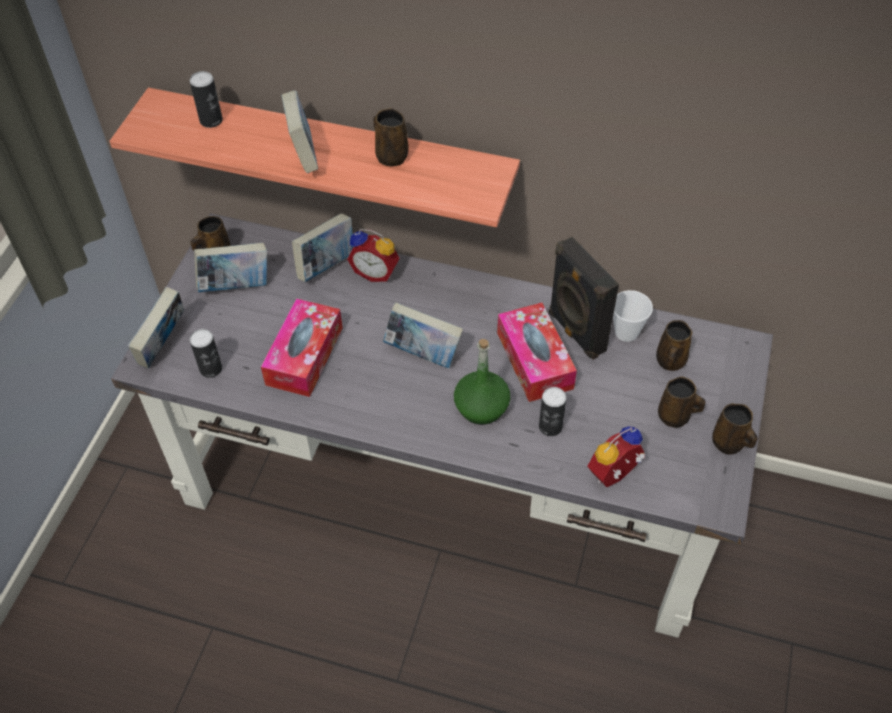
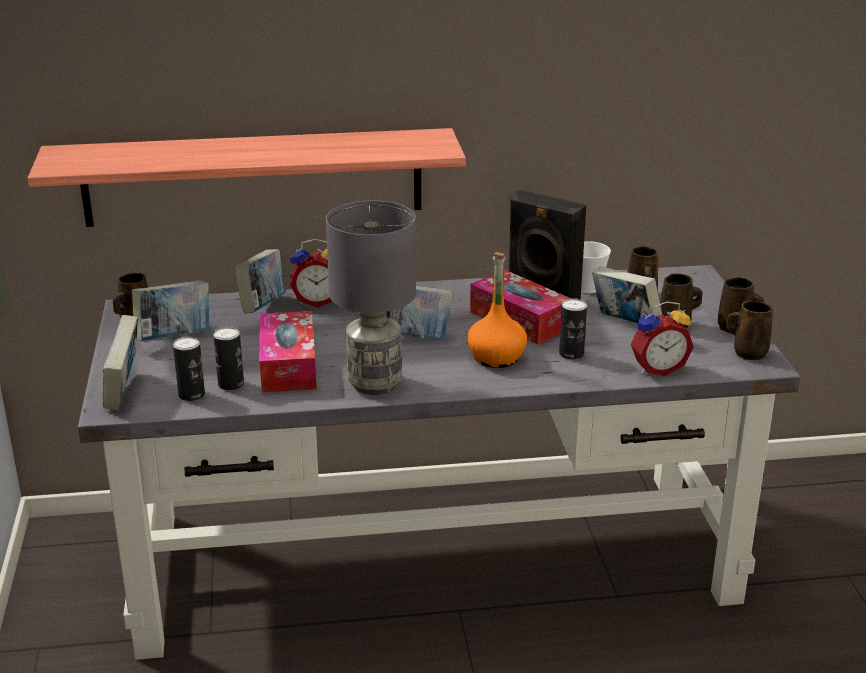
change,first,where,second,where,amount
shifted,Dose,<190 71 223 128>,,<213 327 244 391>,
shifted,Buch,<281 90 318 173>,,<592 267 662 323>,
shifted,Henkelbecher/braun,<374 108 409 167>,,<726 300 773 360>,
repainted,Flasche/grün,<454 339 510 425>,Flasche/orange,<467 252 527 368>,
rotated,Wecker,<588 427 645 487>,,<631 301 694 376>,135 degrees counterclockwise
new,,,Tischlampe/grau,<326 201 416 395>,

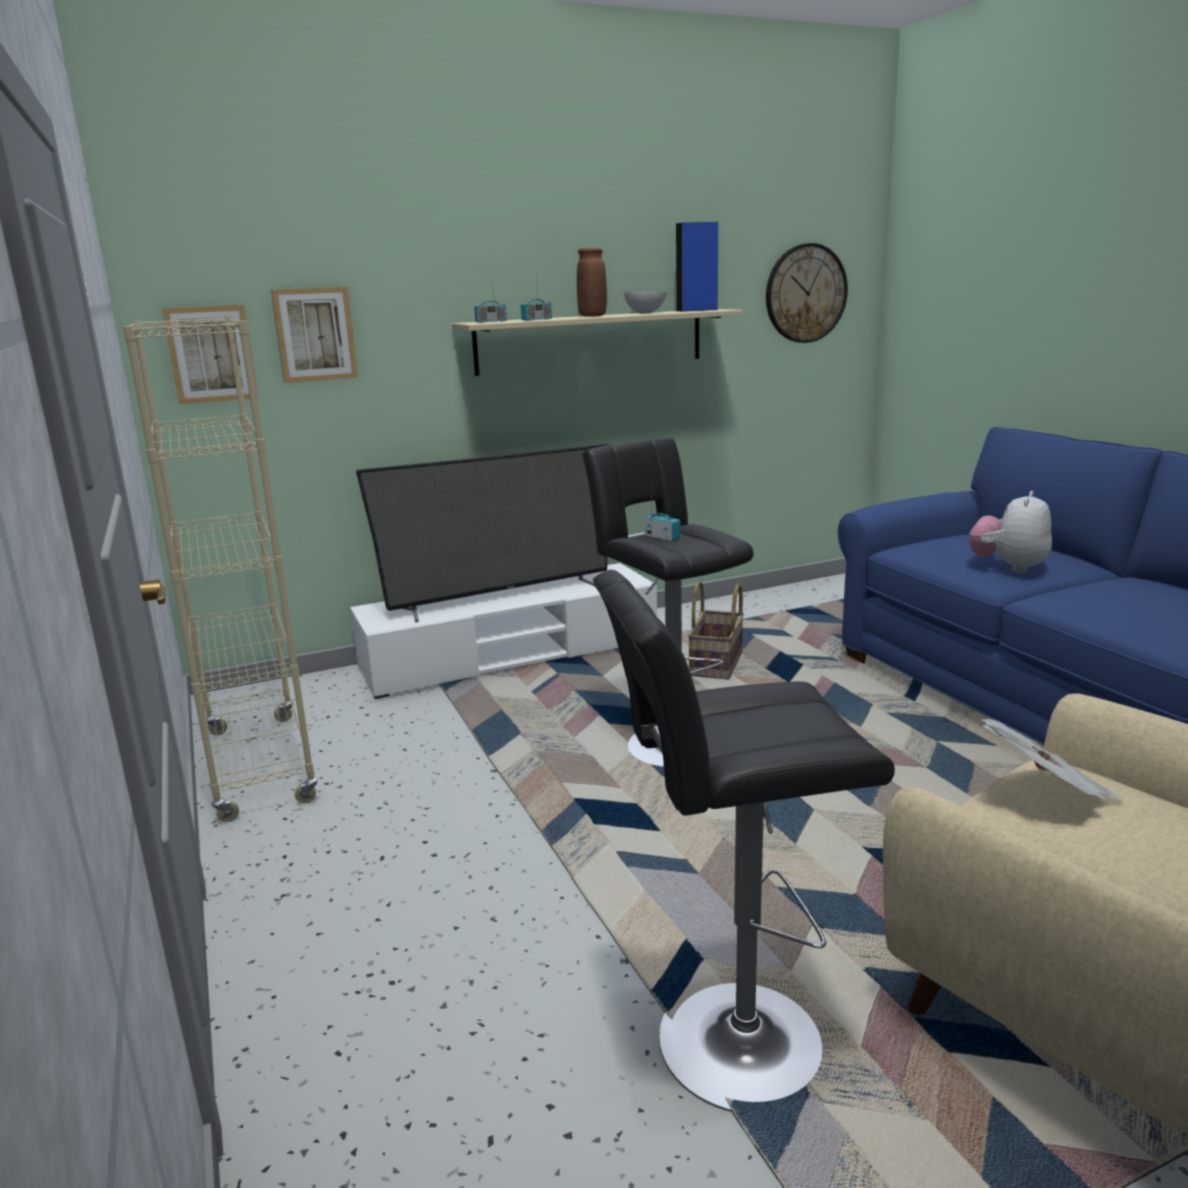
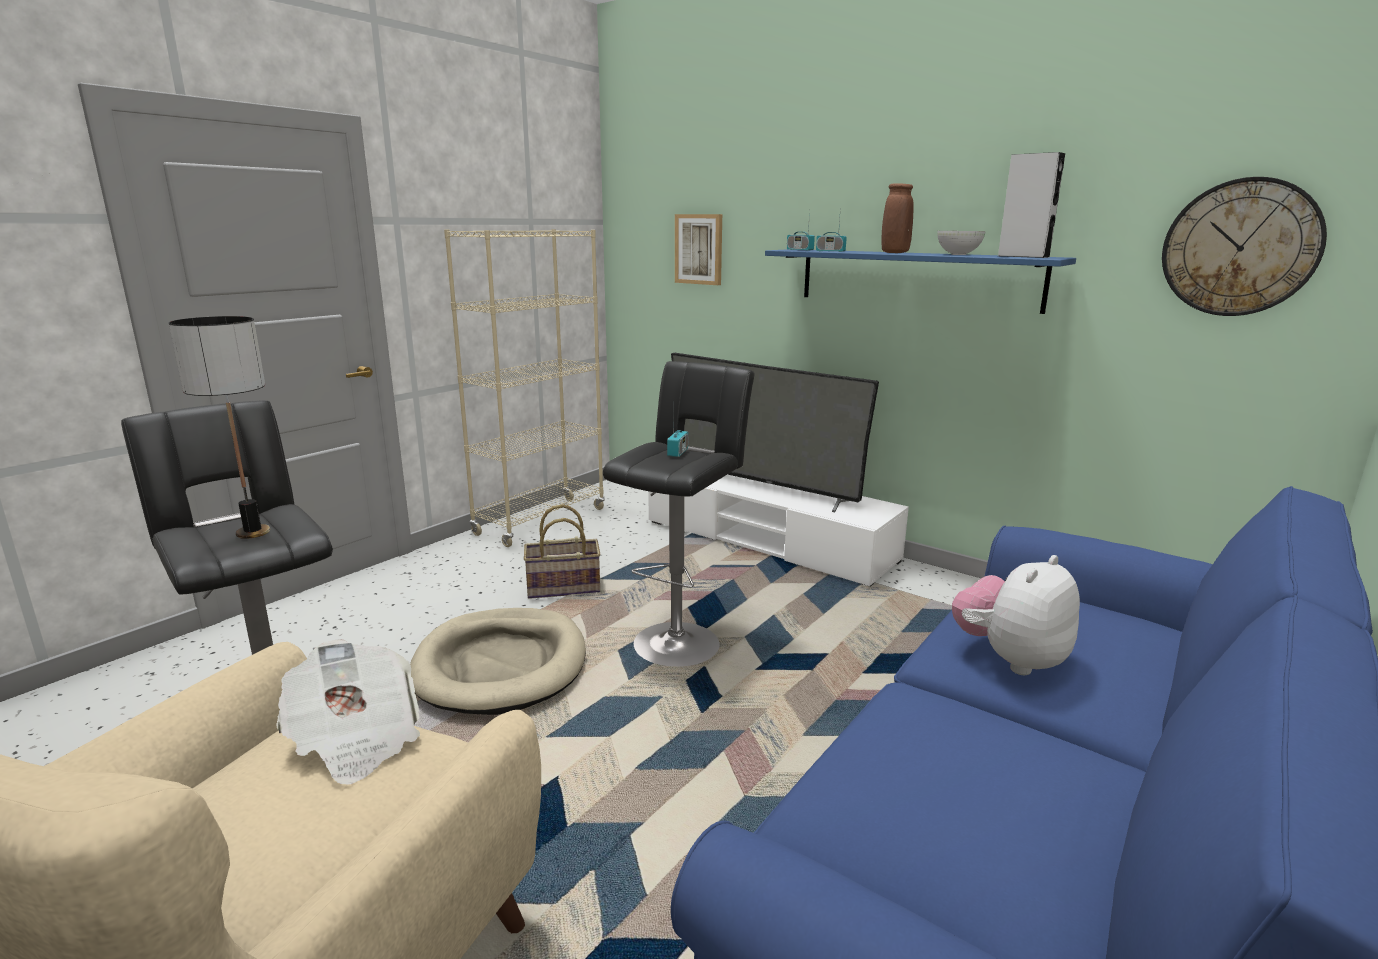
change,first,where,second,where,amount
repainted,Lautsprecher/blau,<676 222 718 312>,Lautsprecher/grau,<998 152 1065 258>,
gone,Bild,<162 305 258 404>,,,
repainted,Wandregal/beige,<452 309 743 376>,Wandregal/blau,<765 249 1076 314>,
rotated,Plüschtier,<969 491 1052 573>,,<952 555 1080 675>,45 degrees counterclockwise
shifted,Korb,<688 581 744 679>,,<524 504 601 599>,
new,,,Tischlampe,<169 316 270 539>,
new,,,Hundebett/beige,<410 608 586 715>,

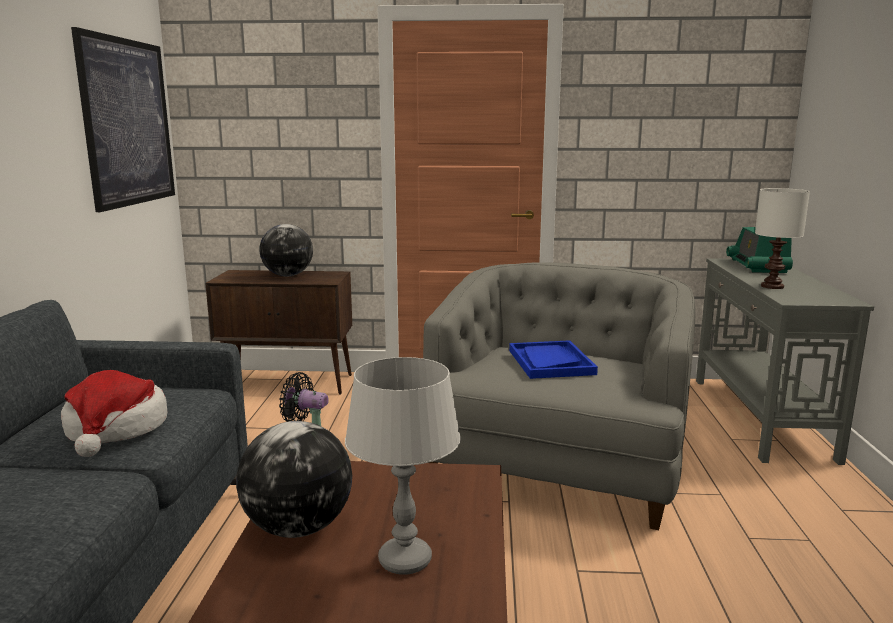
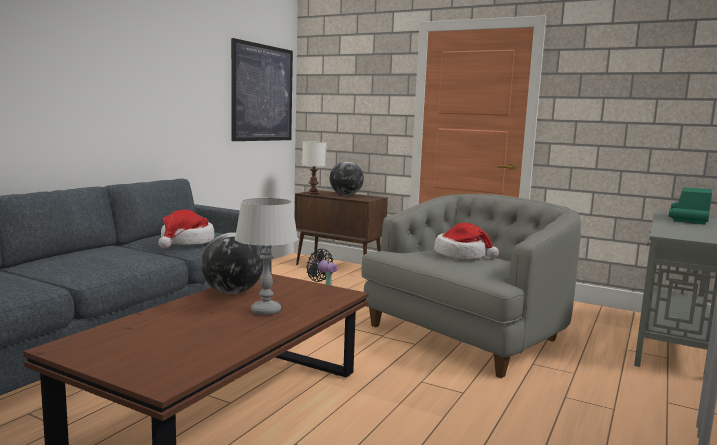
change,first,where,second,where,amount
shifted,Tischlampe/weiß,<755 188 810 289>,,<302 141 326 194>,
swapped,Tablett/blau,<509 340 598 379>,Hut,<434 223 499 259>,

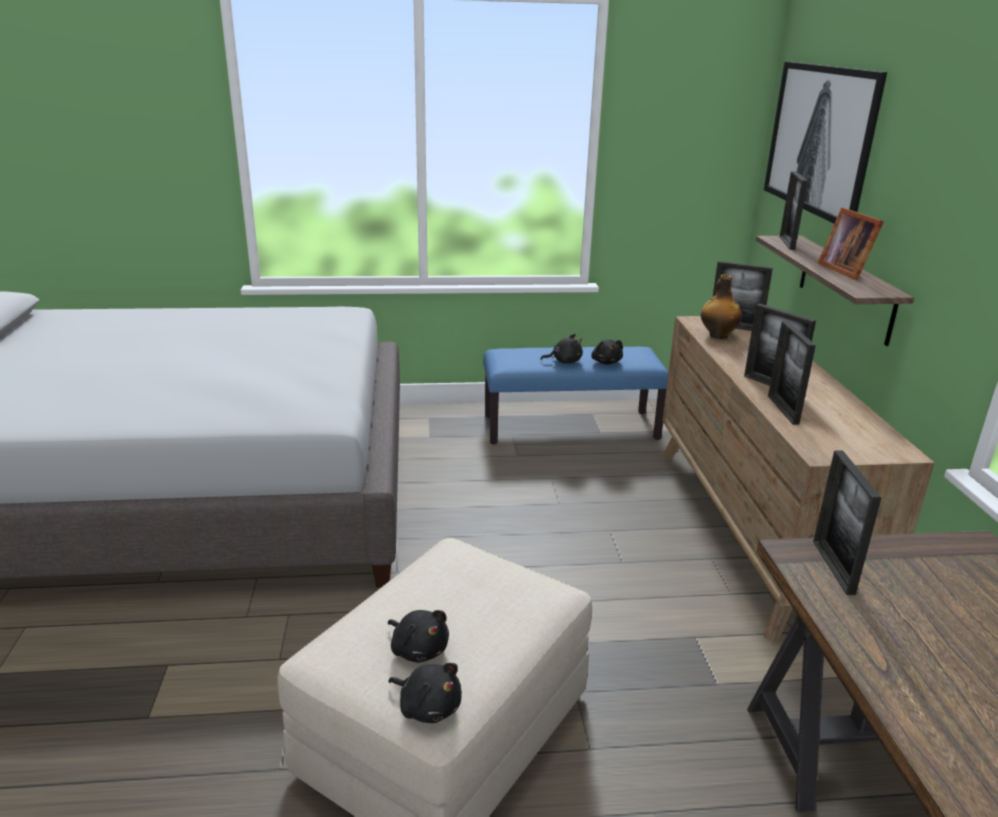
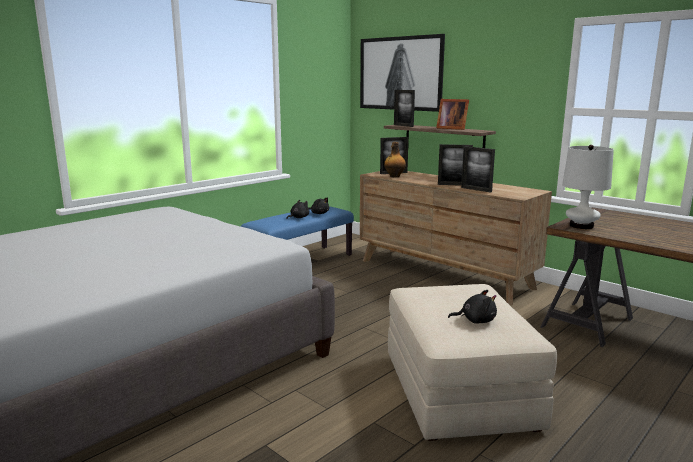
change,first,where,second,where,amount
swapped,Bilderrahmen,<813 451 882 595>,Tischlampe/weiß,<562 145 614 229>,
gone,Plüschtier/schwarz,<388 663 462 723>,,,

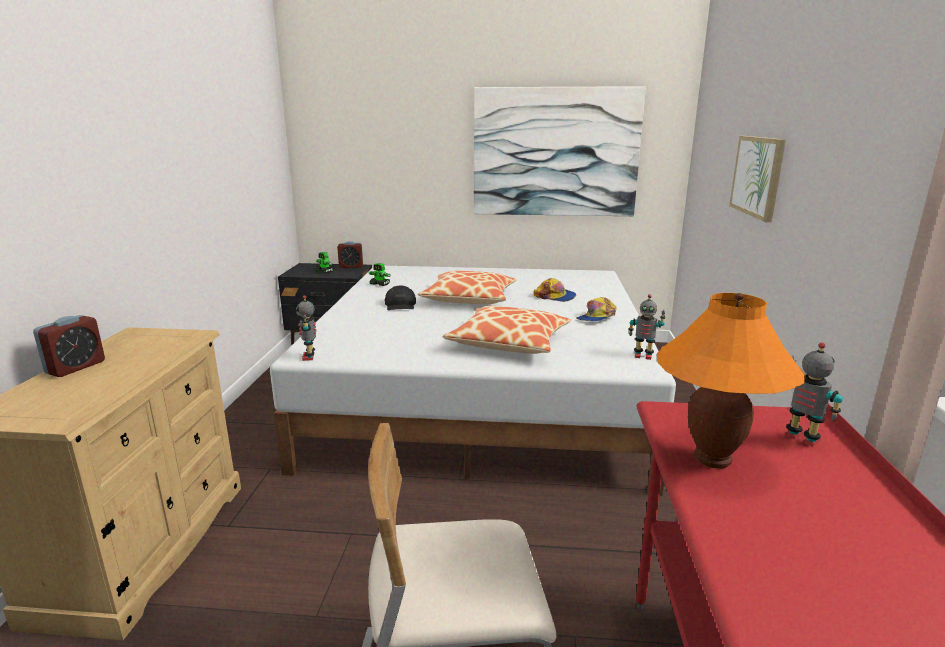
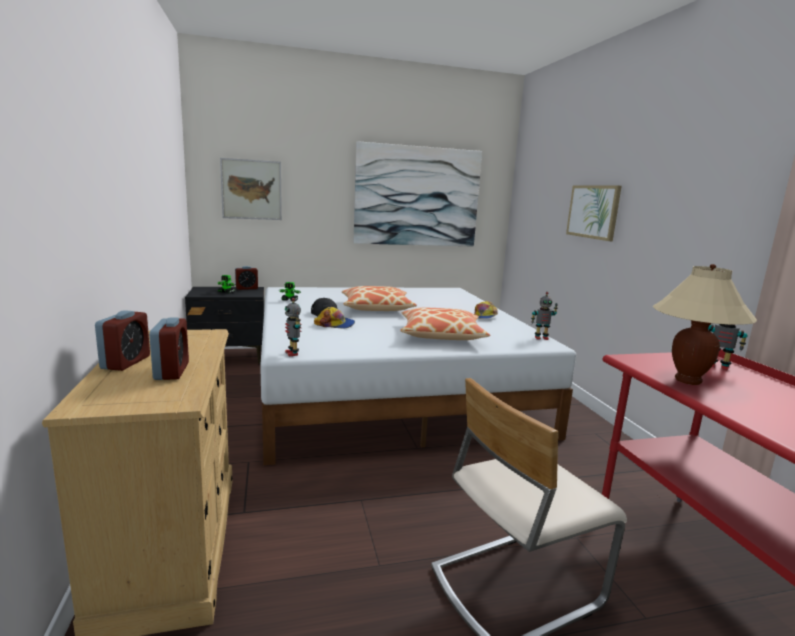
change,first,where,second,where,amount
shifted,Kappe,<534 278 576 302>,,<314 307 355 329>,
repainted,Tischlampe/orange,<657 293 806 469>,Tischlampe/beige,<653 264 757 385>,
new,,,Bild,<220 158 282 220>,
new,,,Wecker,<149 318 189 380>,

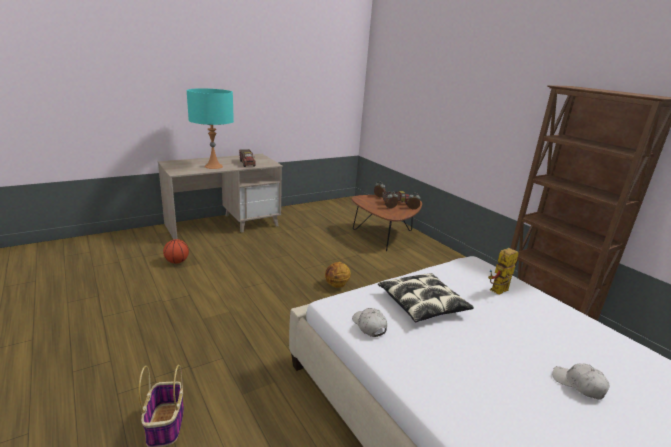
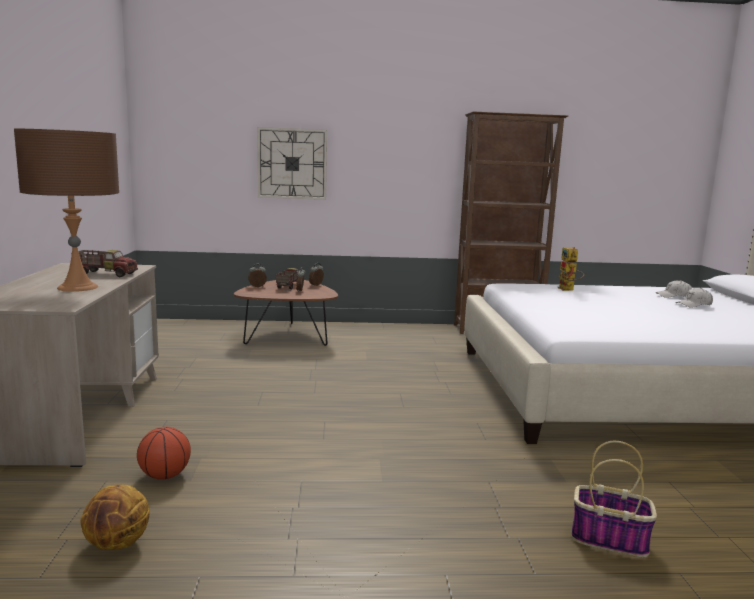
change,first,where,second,where,amount
repainted,Tischlampe/türkis,<187 88 234 169>,Tischlampe/braun,<14 129 119 292>,
shifted,Basketball,<325 262 351 288>,,<80 484 150 550>,
gone,Kissen,<378 273 474 323>,,,
shifted,Kappe/weiß,<352 308 387 337>,,<656 280 692 298>,
new,,,Wanduhr,<257 127 327 200>,

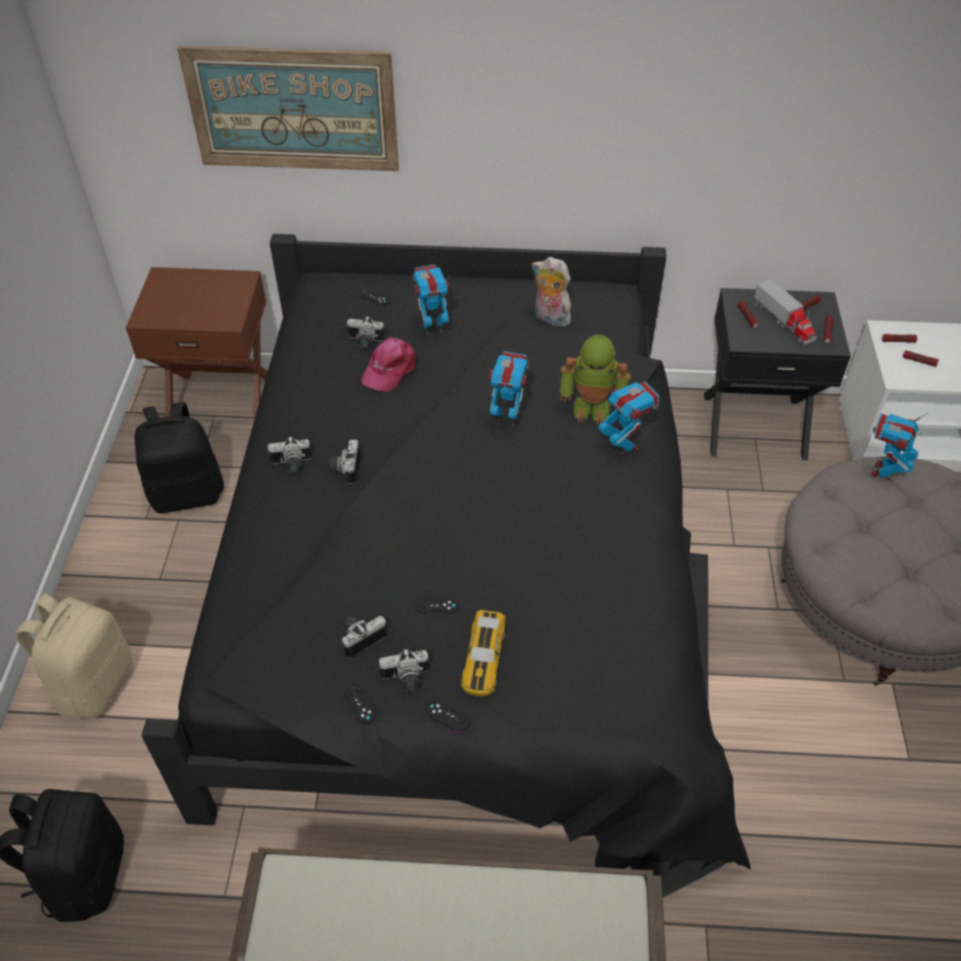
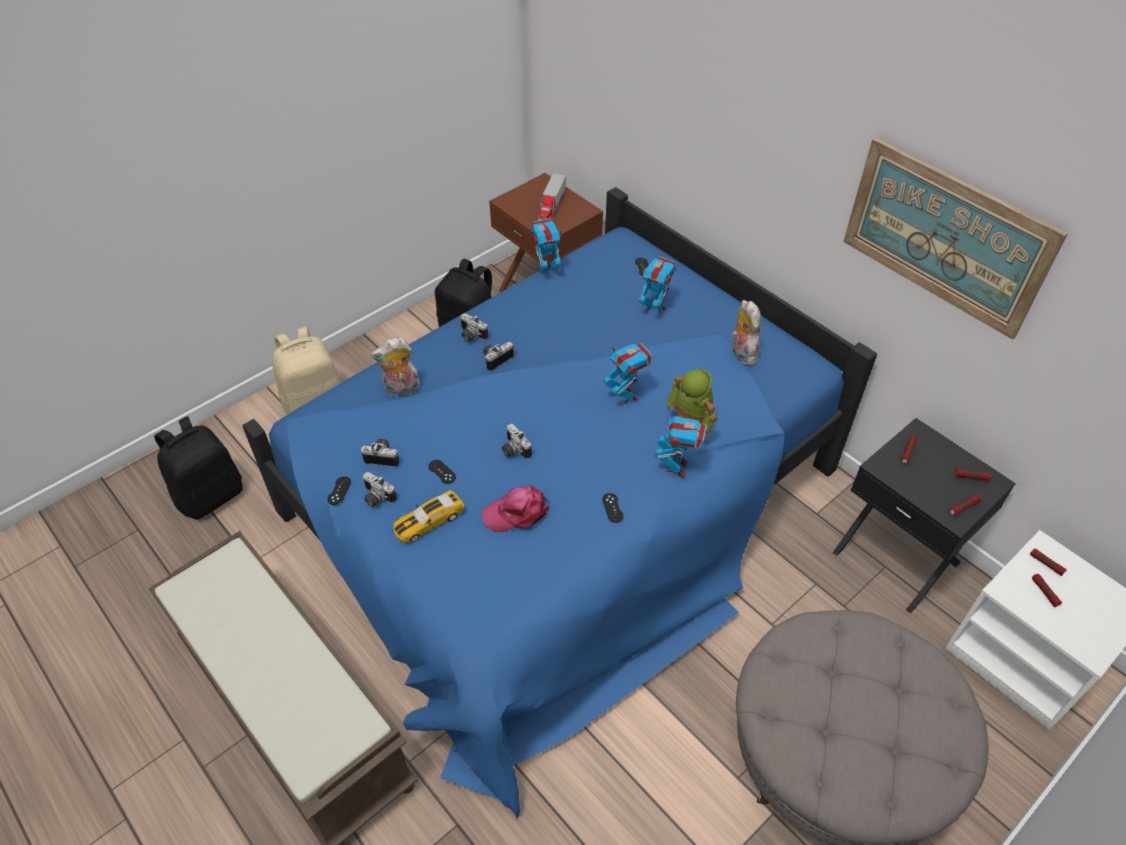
change,first,where,second,where,amount
shifted,Bild,<177 46 399 171>,,<843 138 1067 339>,
repainted,Bett/schwarz,<142 234 751 897>,Bett/blau,<242 187 877 819>,
shifted,Spielzeuglaster,<754 279 816 344>,,<538 173 566 221>,
shifted,Kamera,<347 316 385 349>,,<502 424 532 459>,
shifted,Kappe/rosa,<361 337 416 392>,,<482 486 549 532>,
shifted,Spielzeugroboter,<871 413 928 481>,,<531 219 562 277>,
shifted,Gamepad/schwarz,<426 699 470 732>,,<602 493 624 523>,
new,,,Plüschtier,<370 337 420 396>,

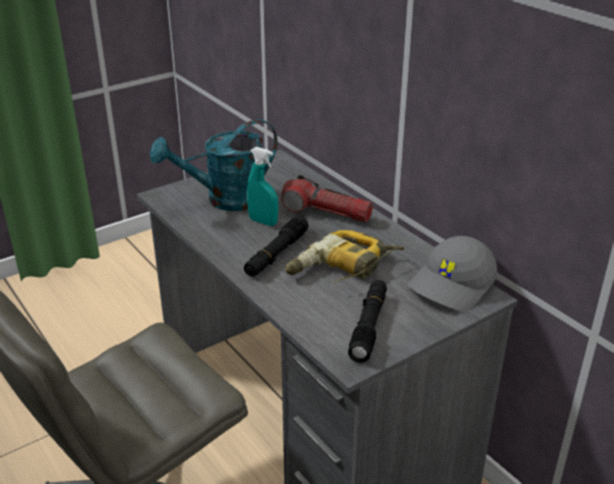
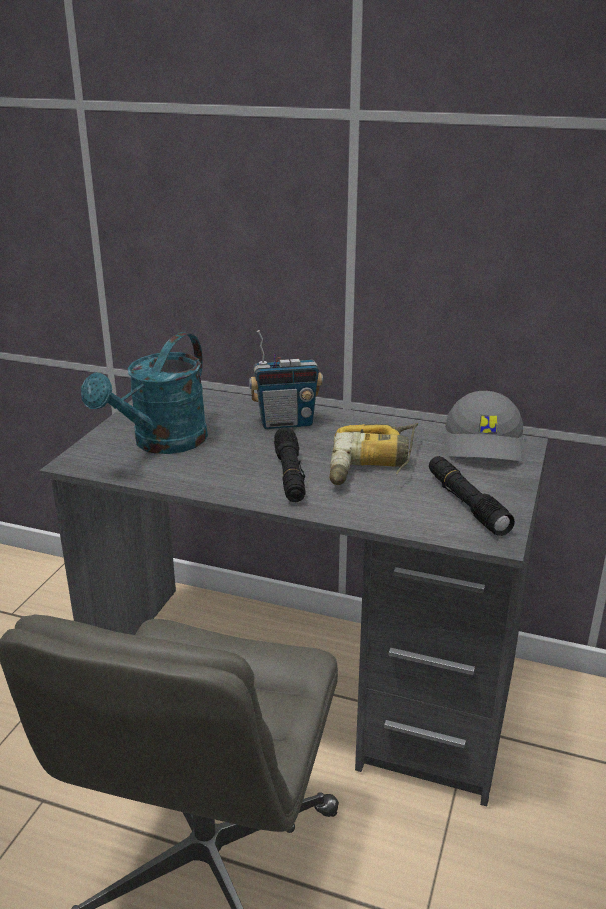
change,first,where,second,where,amount
gone,Sprühflasche/türkis,<247 147 278 226>,,,
swapped,Taschenlampe,<281 175 373 223>,Radio,<249 330 323 429>,

